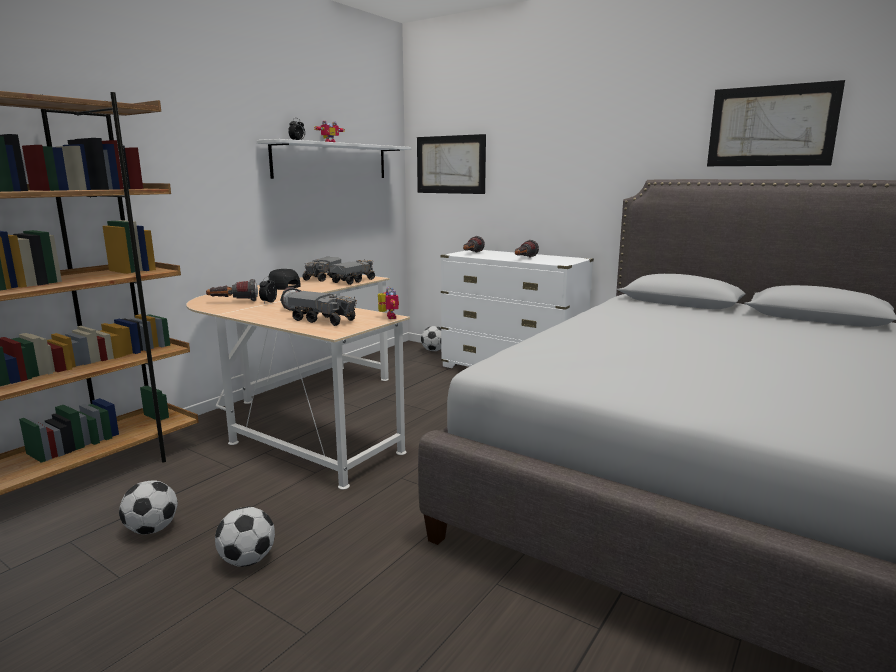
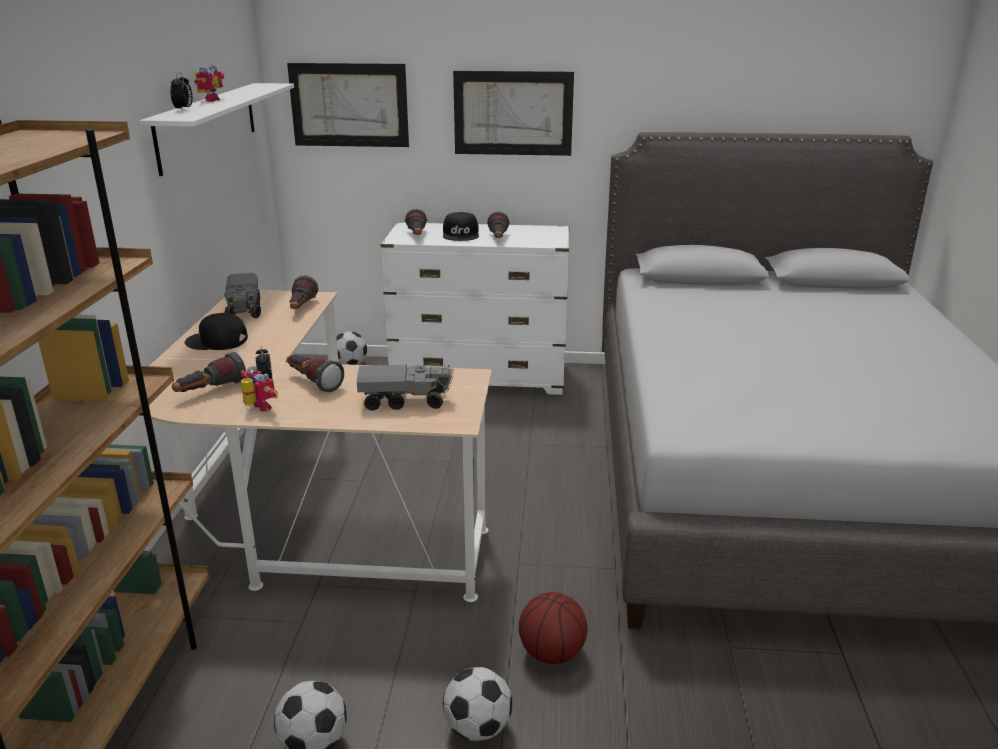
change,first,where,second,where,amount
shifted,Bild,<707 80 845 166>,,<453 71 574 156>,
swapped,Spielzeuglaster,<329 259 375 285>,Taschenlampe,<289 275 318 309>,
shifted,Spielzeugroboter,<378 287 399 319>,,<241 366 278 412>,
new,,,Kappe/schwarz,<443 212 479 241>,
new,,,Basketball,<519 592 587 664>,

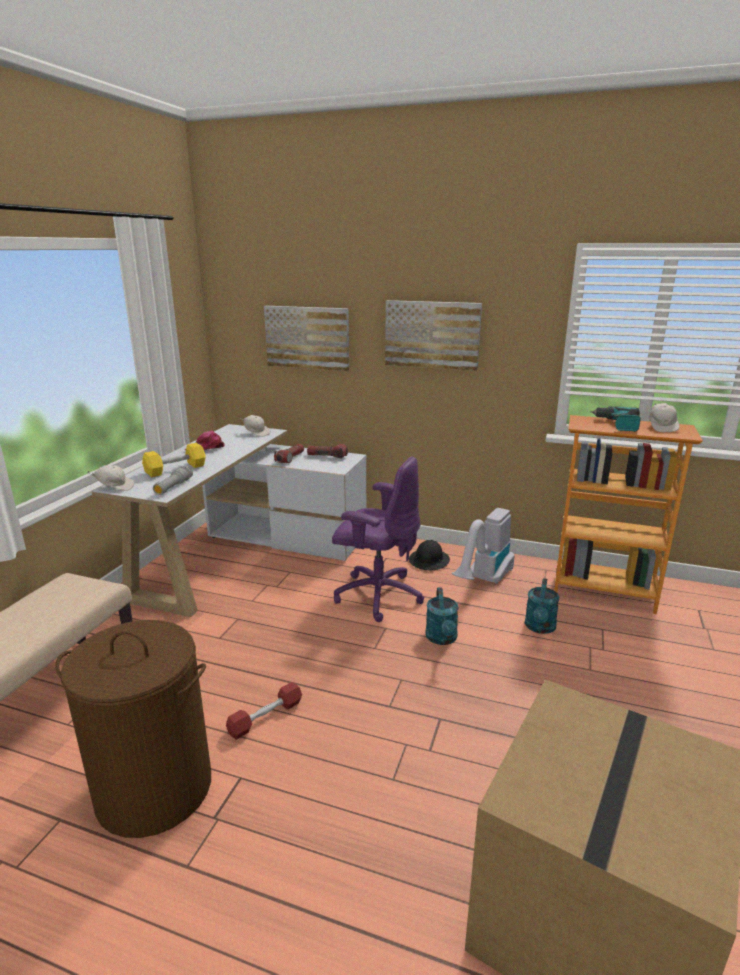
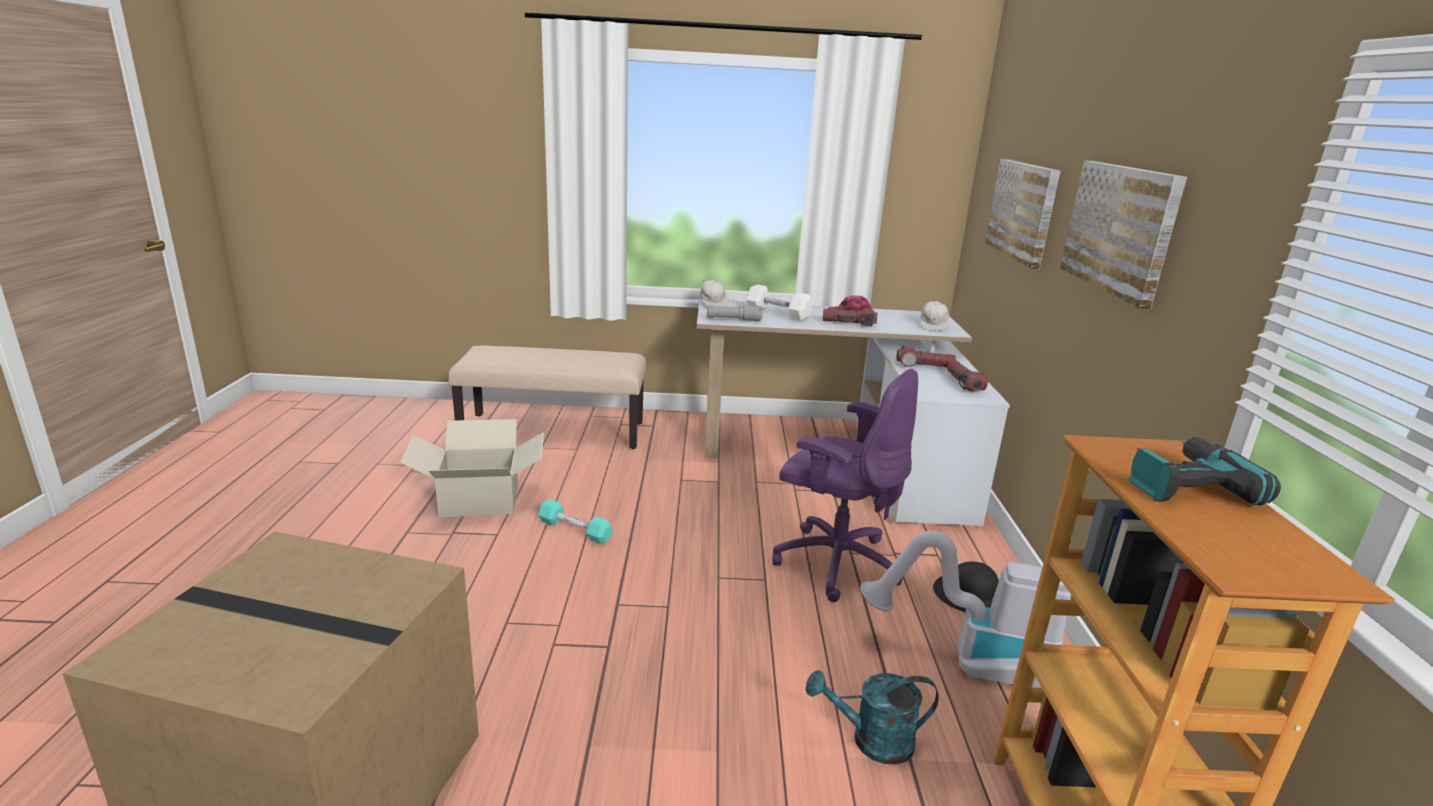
change,first,where,second,where,amount
gone,Kappe/weiß,<649 403 680 432>,,,
repainted,Hantel/gelb,<142 443 206 477>,Hantel/weiß,<746 285 812 321>,
rotated,Bürostuhl/lila,<332 456 424 622>,,<772 369 918 602>,60 degrees counterclockwise
gone,Gießkanne/türkis,<425 588 459 645>,,,
swapped,Wäschekorb/braun,<55 620 211 838>,Karton,<400 419 544 517>,
repainted,Hantel/rot,<226 682 302 740>,Hantel/türkis,<538 499 612 544>,
new,,,Taschenlampe,<823 308 877 327>,

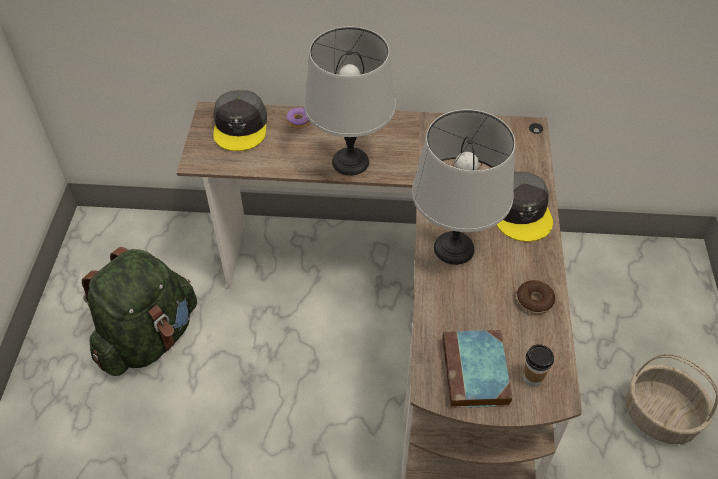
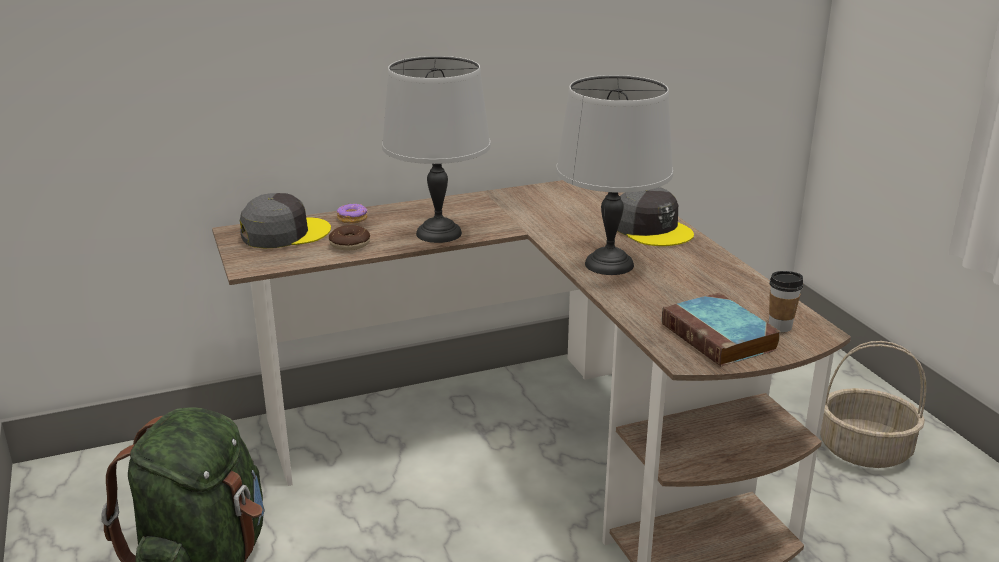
change,first,where,second,where,amount
rotated,Kappe/grau,<213 90 267 151>,,<240 193 331 248>,90 degrees counterclockwise
shifted,Donut,<517 280 555 314>,,<329 225 370 250>,

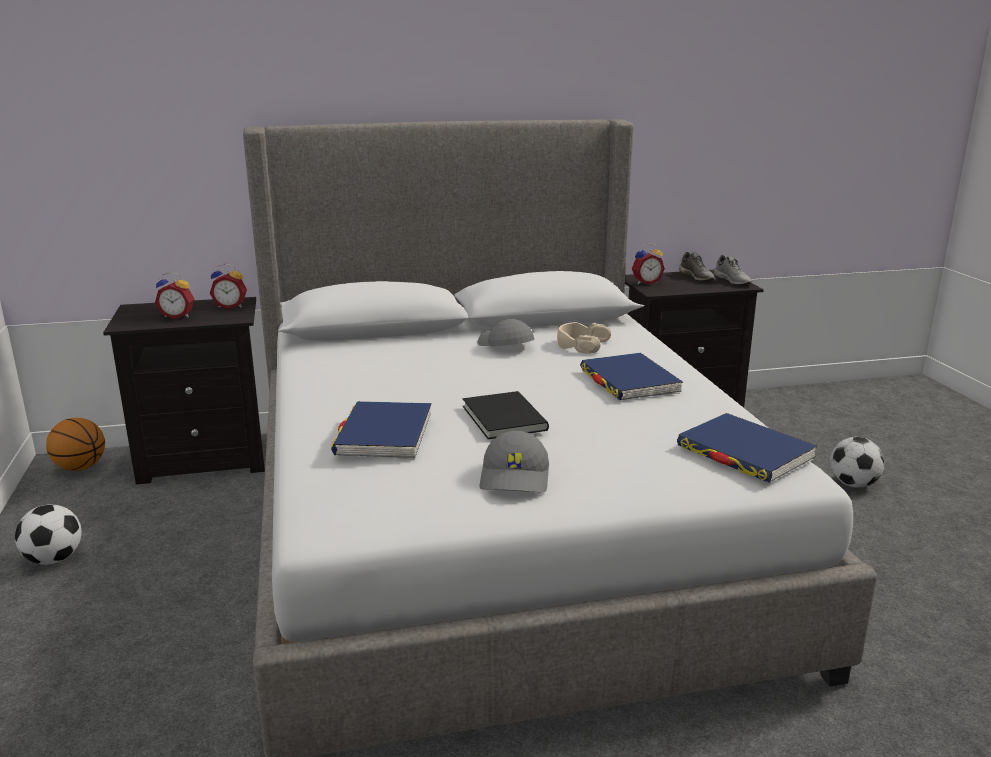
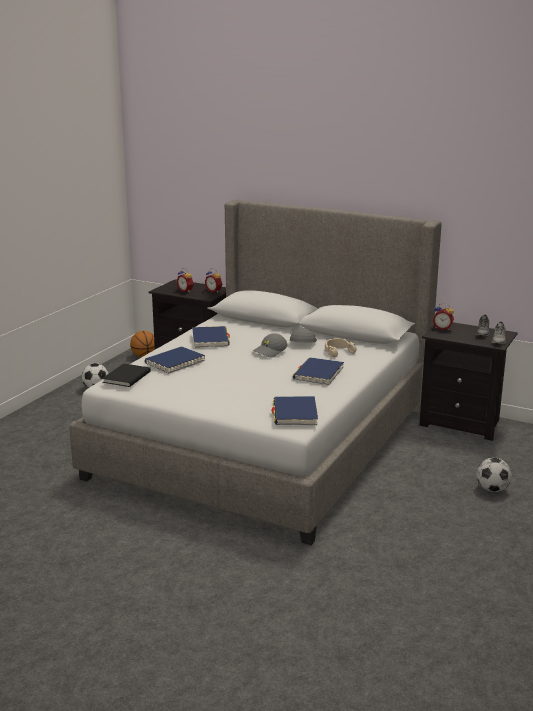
change,first,where,second,where,amount
shifted,Buch/schwarz,<462 391 549 439>,,<102 363 151 387>,
shifted,Kappe/grau,<479 431 549 493>,,<253 333 288 358>,
new,,,Buch/blau,<192 326 230 348>,

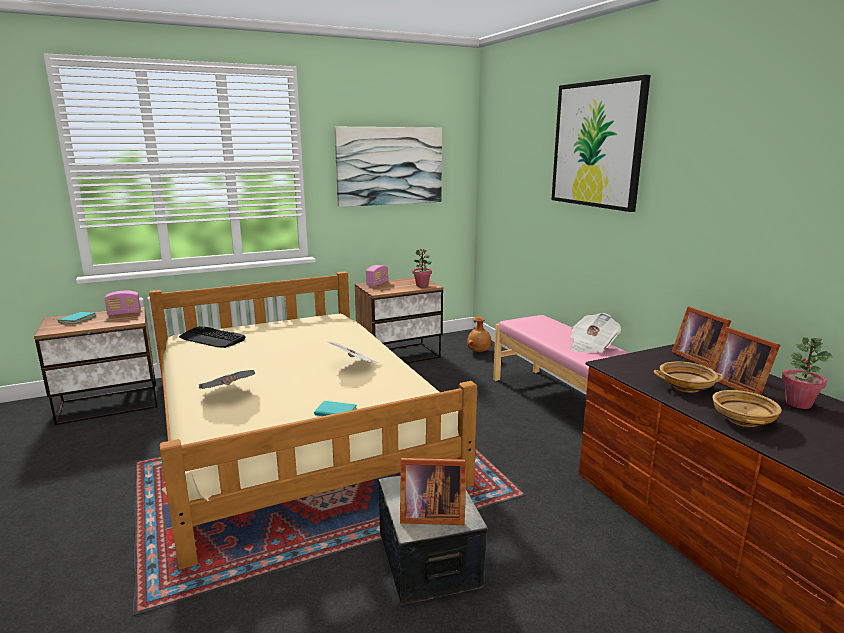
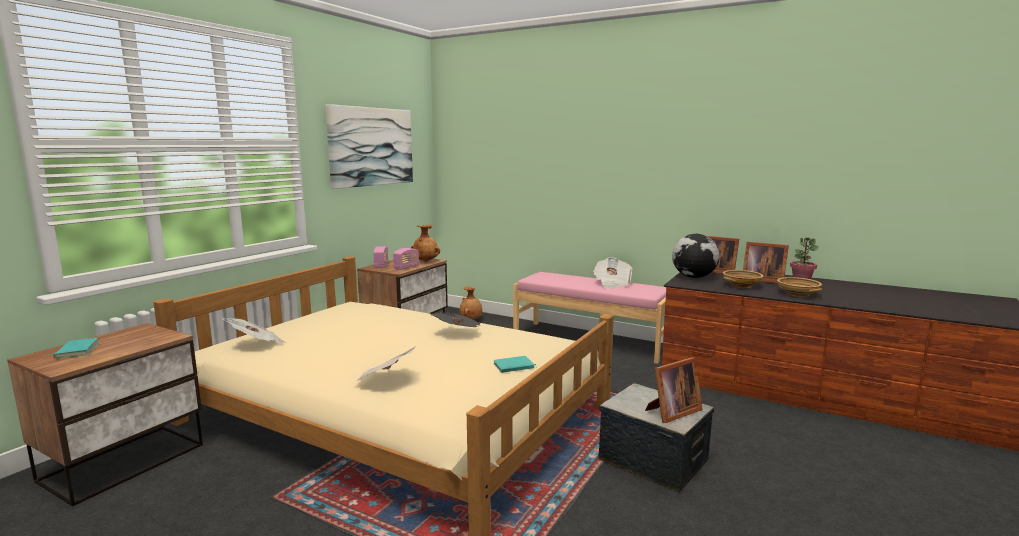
change,first,where,second,where,amount
gone,Bild,<551 75 650 212>,,,
swapped,Topfpflanze,<412 249 432 287>,Vase/braun,<411 224 440 262>,
shifted,Radio,<104 291 141 315>,,<393 248 419 270>,
swapped,Tastatur,<179 326 246 348>,Zeitung,<221 318 287 343>,
new,,,Globus,<672 234 720 278>,

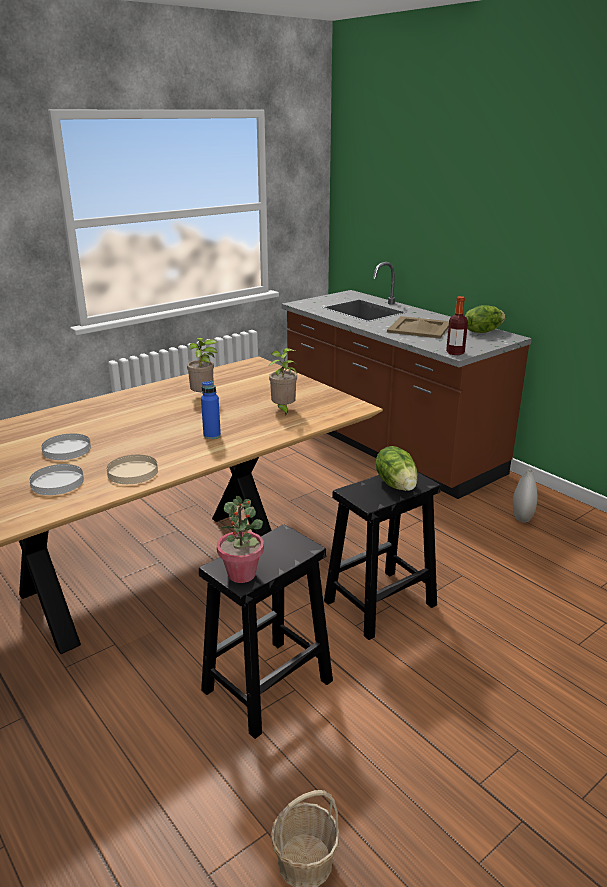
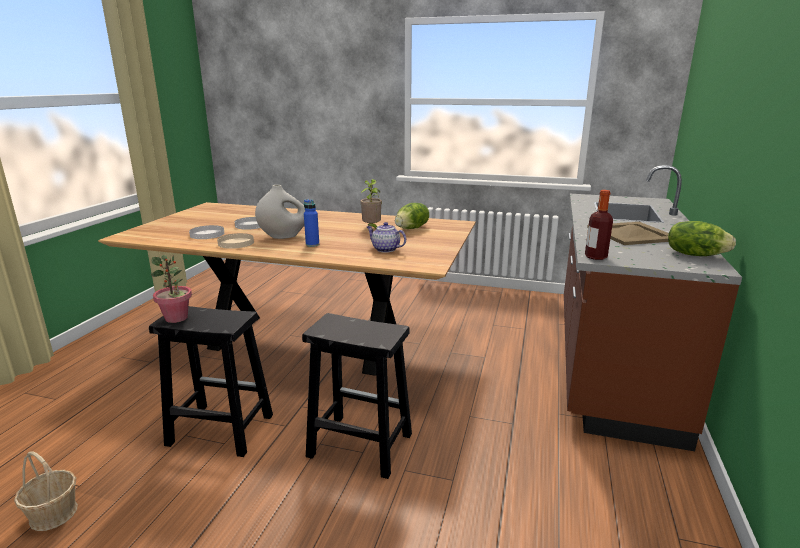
change,first,where,second,where,amount
swapped,Topfpflanze,<268 348 297 417>,Teekanne,<367 222 406 253>,
shifted,Salatkopf,<376 446 417 491>,,<395 203 429 229>,
shifted,Vase/weiß,<513 469 537 523>,,<255 185 305 239>,

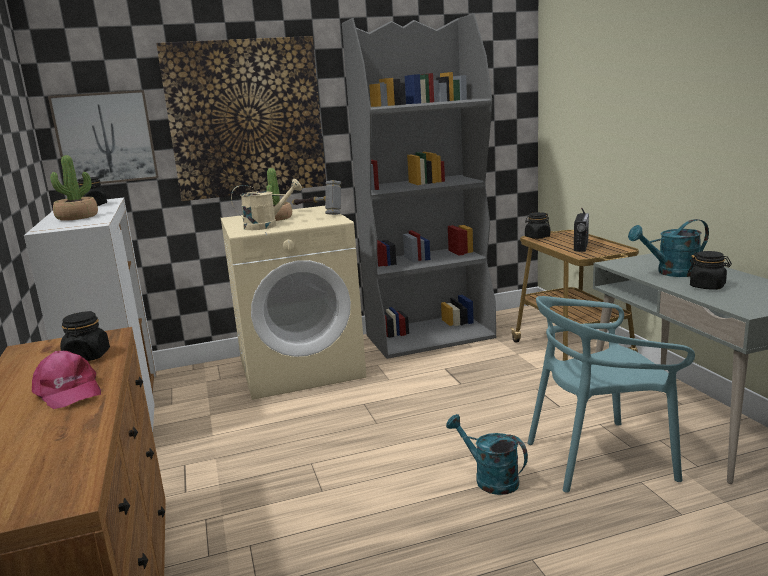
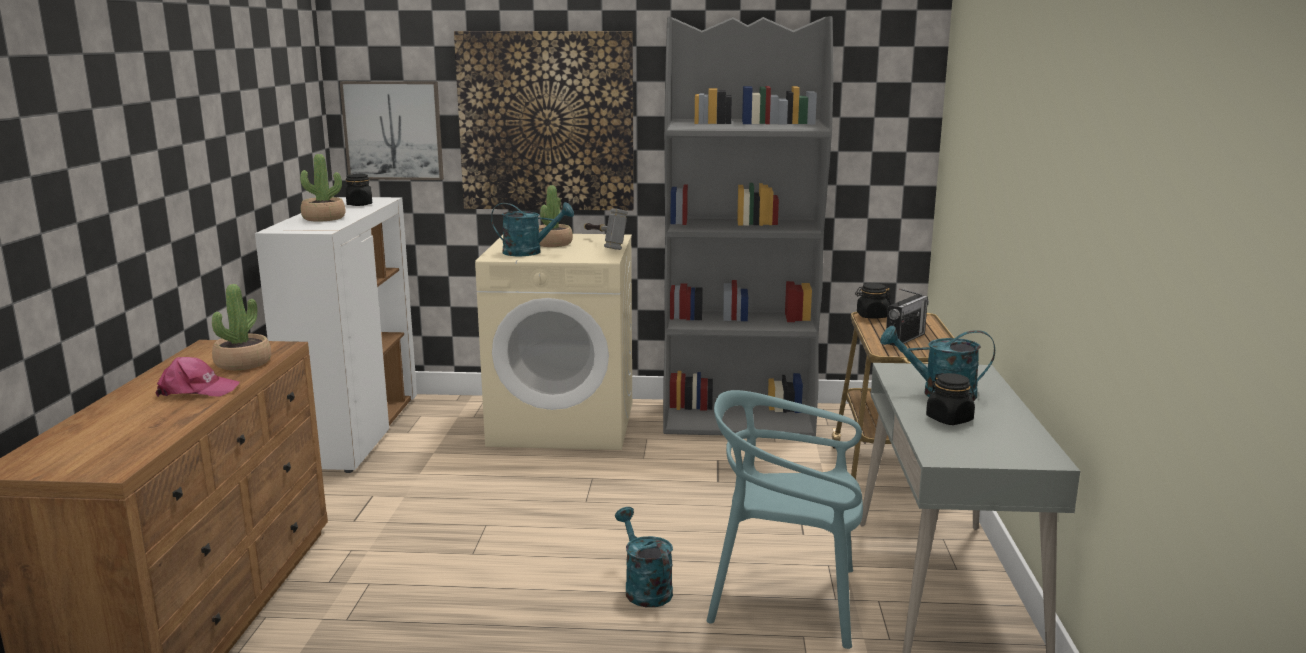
change,first,where,second,where,amount
repainted,Gießkanne/beige,<231 179 302 230>,Gießkanne/türkis,<491 202 574 256>,
swapped,Vorratsglas/schwarz,<60 311 110 361>,Topfpflanze,<212 284 271 370>,
rotated,Kappe/rosa,<32 351 101 409>,,<155 357 240 397>,75 degrees counterclockwise

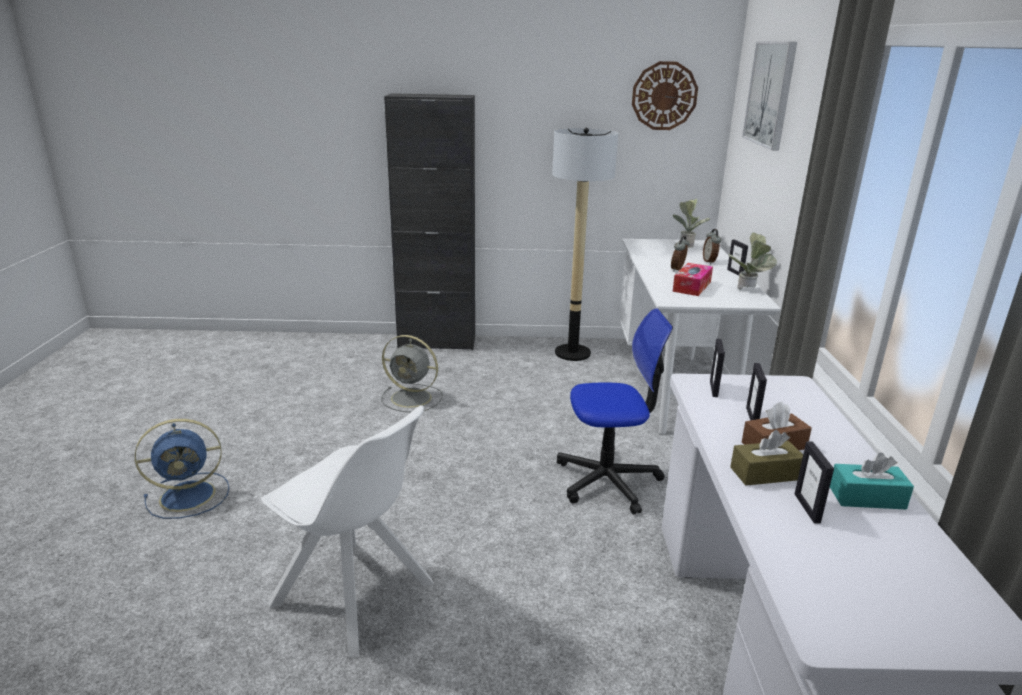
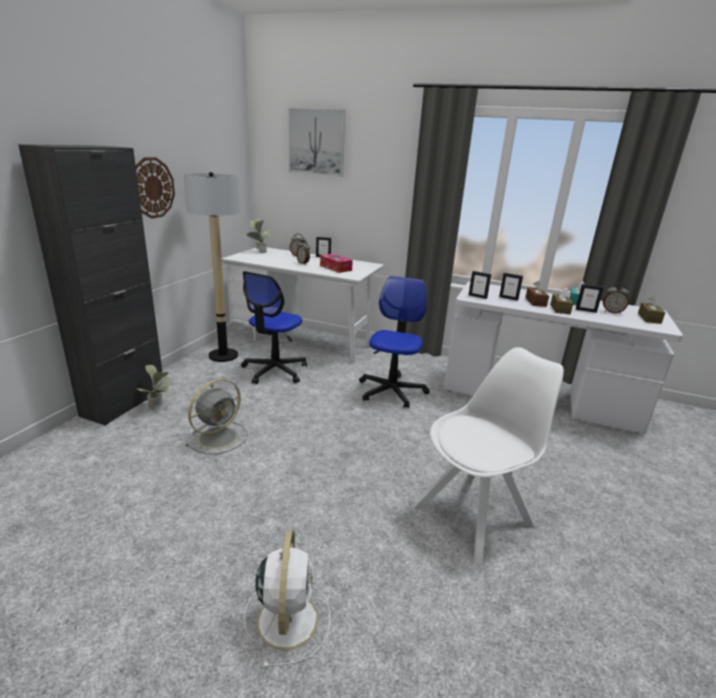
change,first,where,second,where,amount
shifted,Wanduhr,<632 61 698 130>,,<136 157 175 219>,
shifted,Topfpflanze,<729 232 777 289>,,<137 365 171 409>,
repainted,Ventilator/blau,<135 419 229 519>,Ventilator/weiß,<244 530 330 668>,
new,,,Bürostuhl,<241 271 307 384>,
new,,,Wecker,<603 284 629 314>,
new,,,Taschentuchbox/braun,<638 296 665 324>,

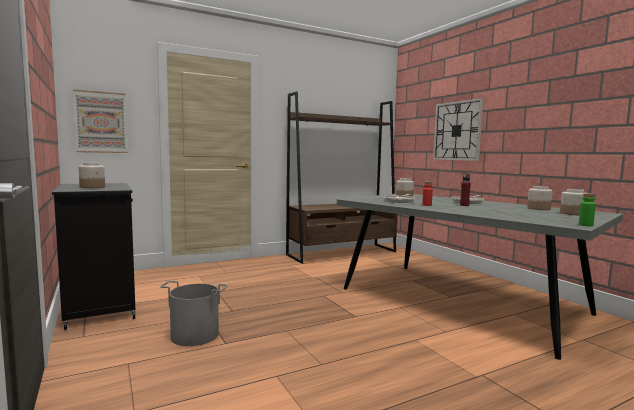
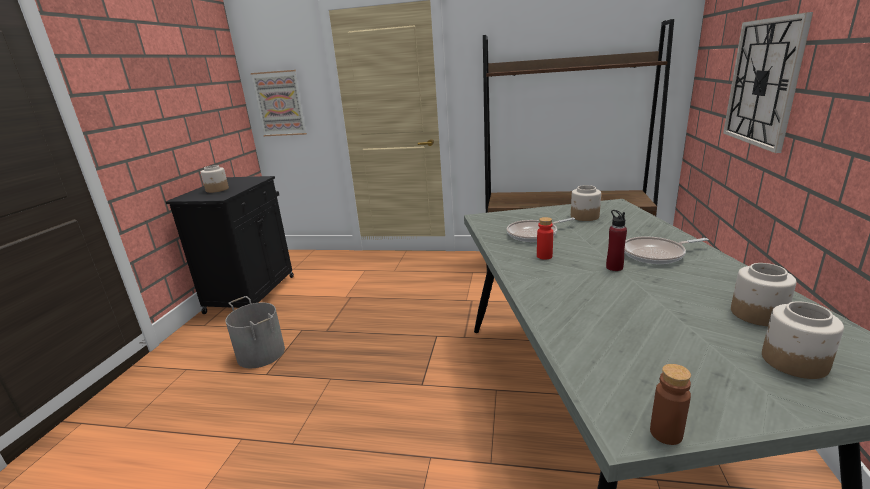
change,first,where,second,where,amount
repainted,Flasche/grün,<579 193 596 226>,Flasche/braun,<650 364 691 445>,

